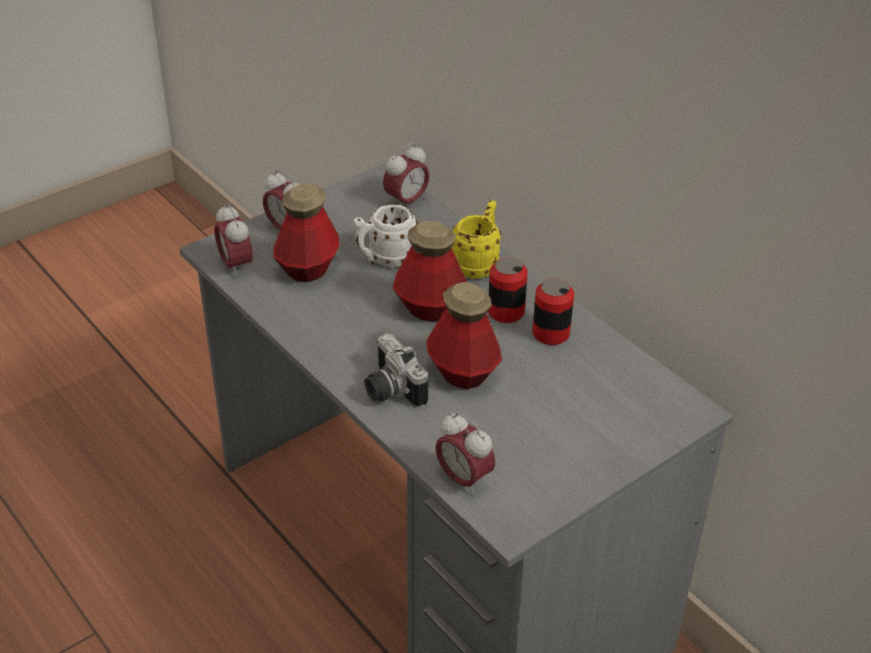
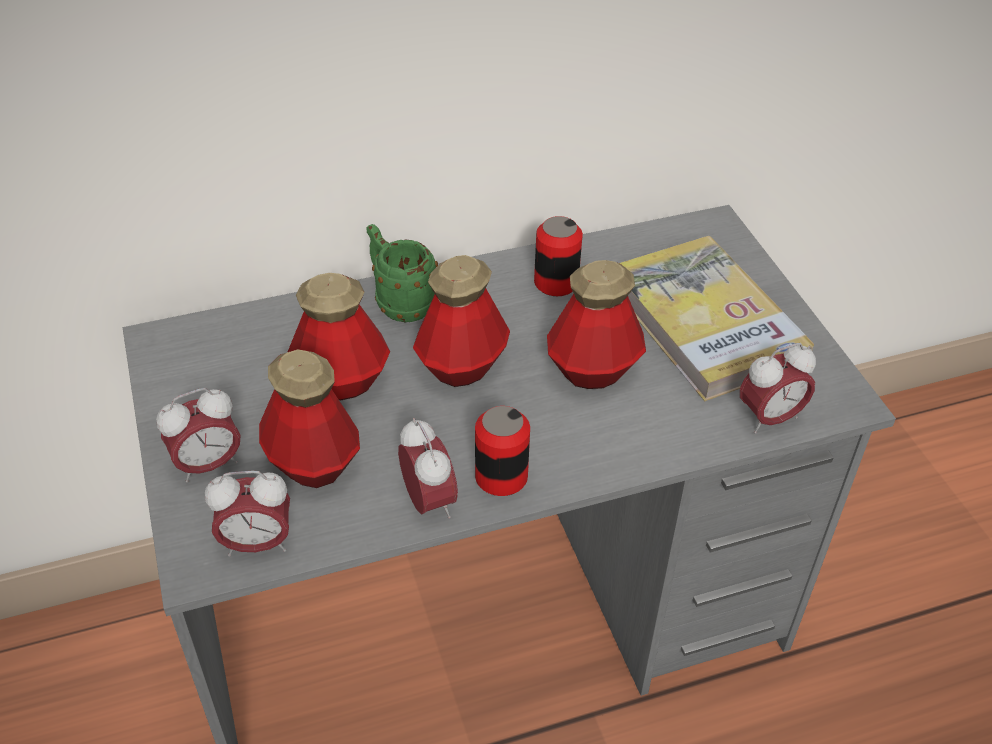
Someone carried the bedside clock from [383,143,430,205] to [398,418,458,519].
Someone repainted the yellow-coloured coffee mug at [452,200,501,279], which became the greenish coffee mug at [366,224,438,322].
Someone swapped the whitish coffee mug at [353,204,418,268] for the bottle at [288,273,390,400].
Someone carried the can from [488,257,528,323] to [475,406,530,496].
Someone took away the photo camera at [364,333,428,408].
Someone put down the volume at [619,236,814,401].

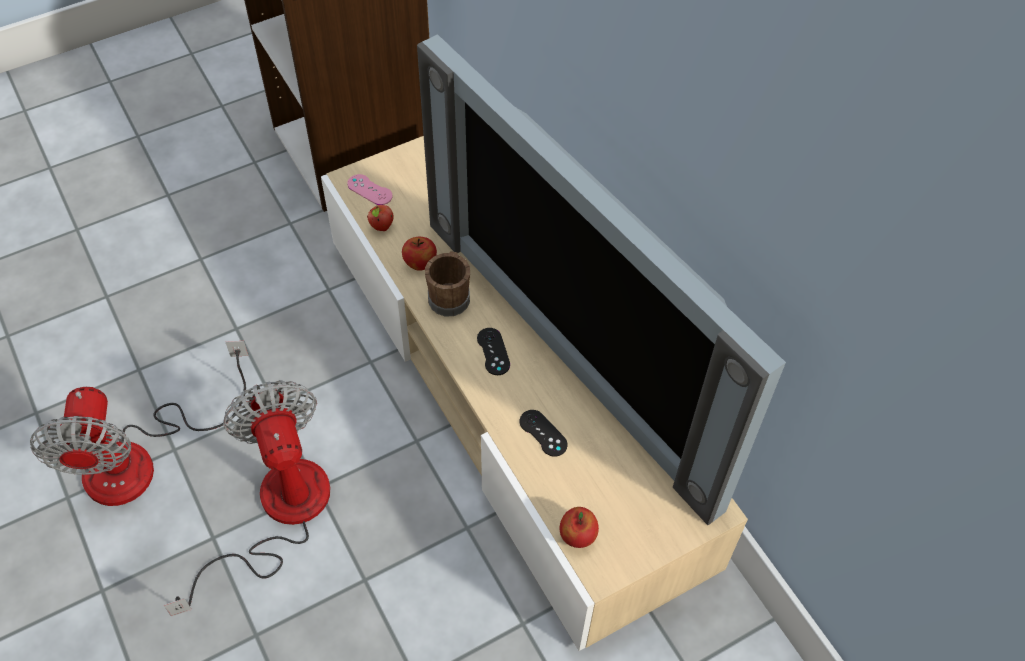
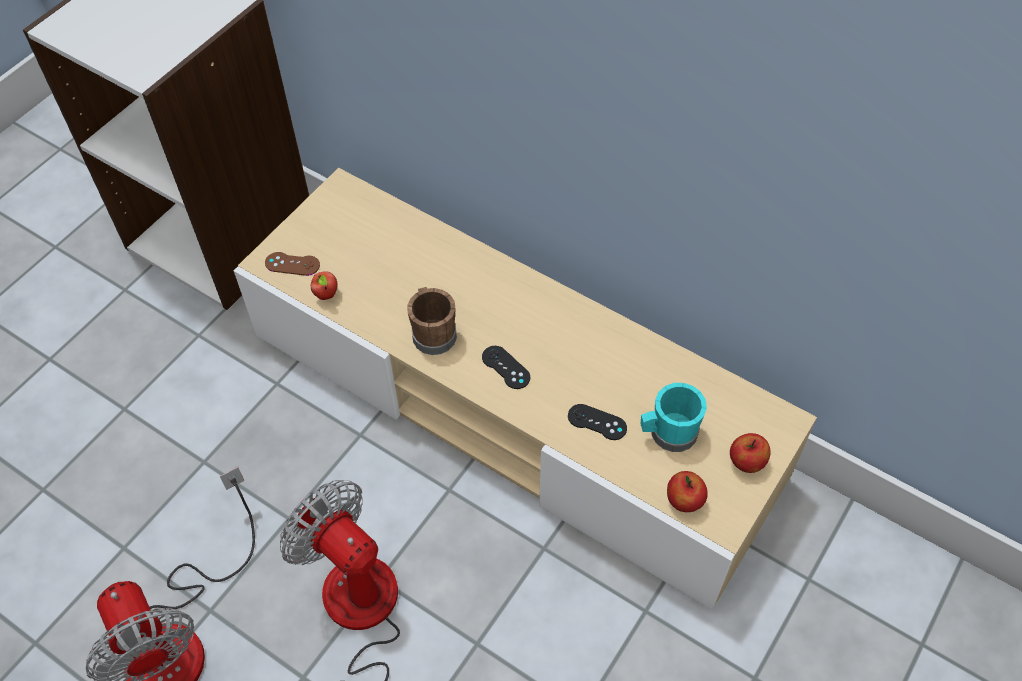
Someone took away the television at [417,34,786,525].
Someone repainted the pinkish game controller at [347,174,393,205], which became the brown game controller at [265,252,320,276].
Someone carried the apple from [402,237,437,271] to [730,433,771,473].
Someone put down the blue-green coffee mug at [641,383,707,452].

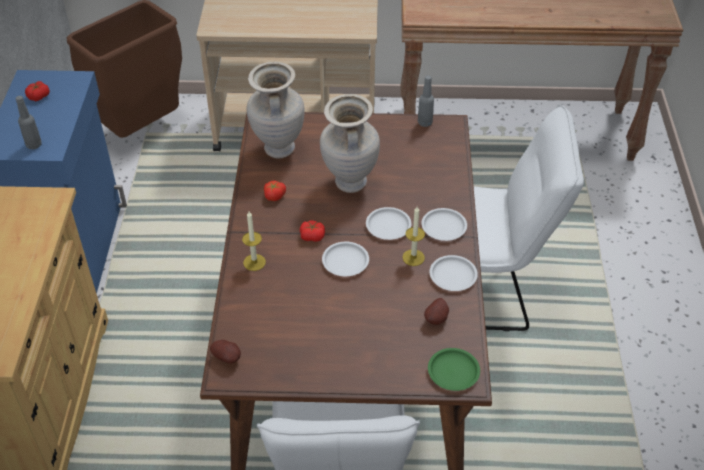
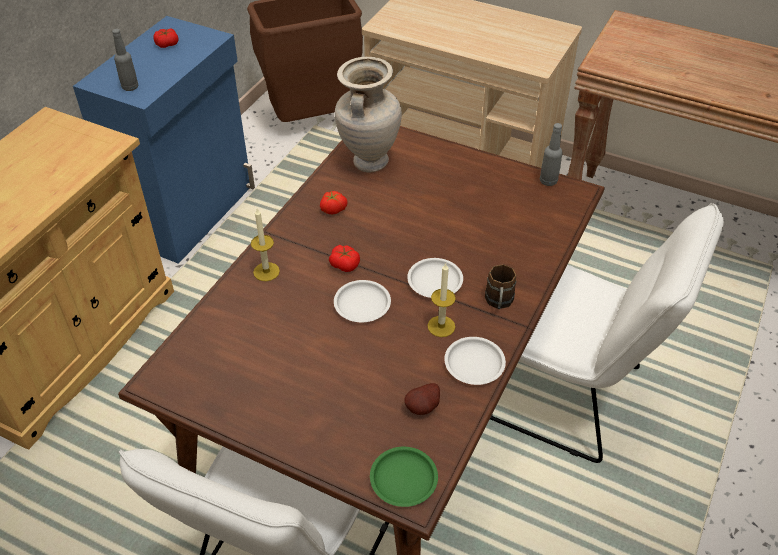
Someone took away the beige-coloured decorative vase at [320,94,380,193].
Someone swapped the whitish plate at [422,208,467,241] for the brown coffee mug at [485,264,516,309].
Someone took away the whole potato at [210,340,241,364].

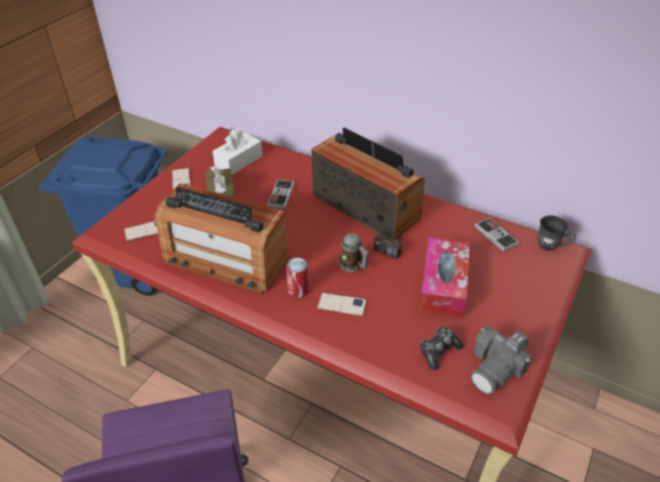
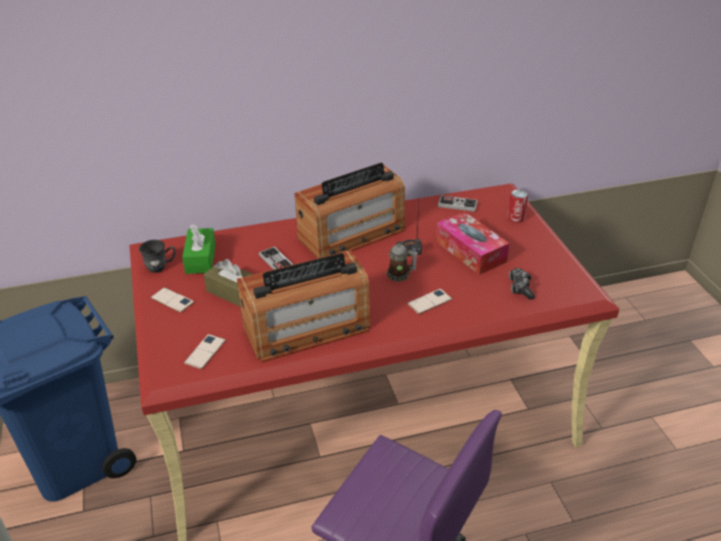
Someone repainted the whitish tissue holder at [212,128,263,175], which became the greenish tissue holder at [182,224,216,274].
Someone rotated the radio receiver at [311,128,425,240] by 150 degrees clockwise.
Someone carried the grey coffee mug from [538,215,576,251] to [139,240,176,273].
Someone carried the can from [286,257,309,298] to [507,189,528,223].
Someone took away the photo camera at [471,326,532,394].

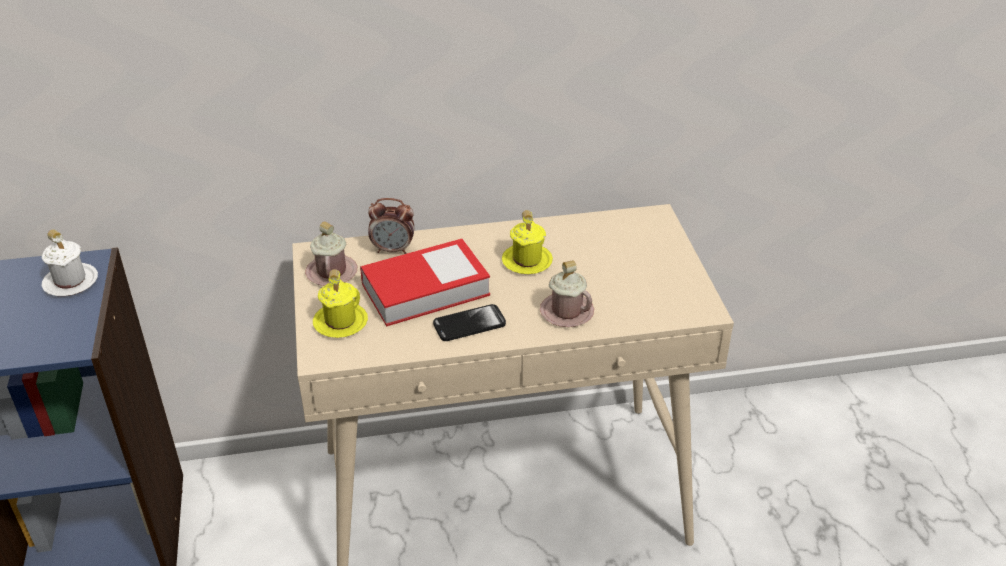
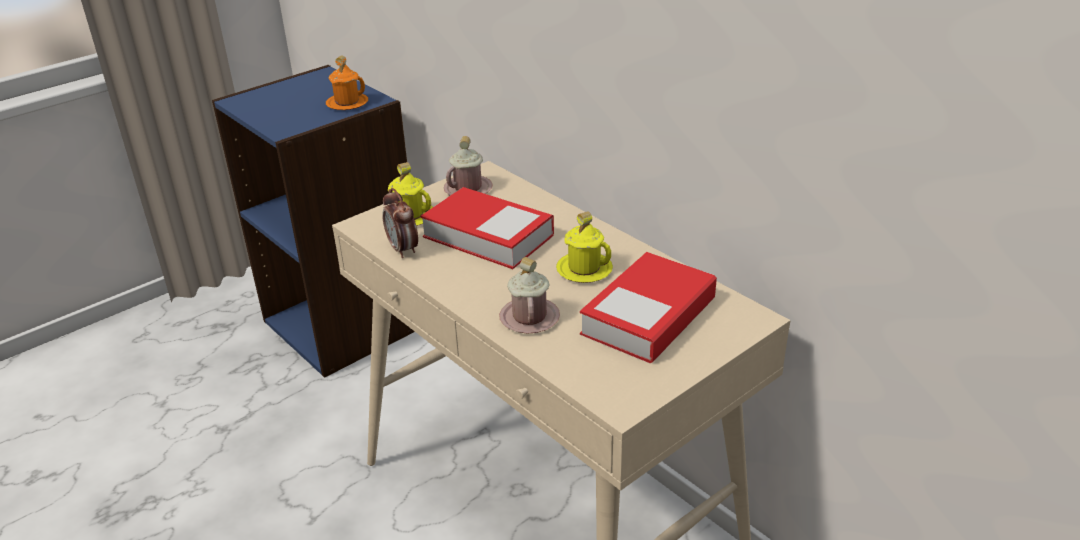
Someone carried the bedside clock from [368,198,414,254] to [382,188,418,258].
Someone repainted the whitish coffee mug at [41,229,98,296], which became the orange coffee mug at [326,55,368,110].
Someone took away the handset at [433,304,506,341].
Someone put down the volume at [580,252,717,363].

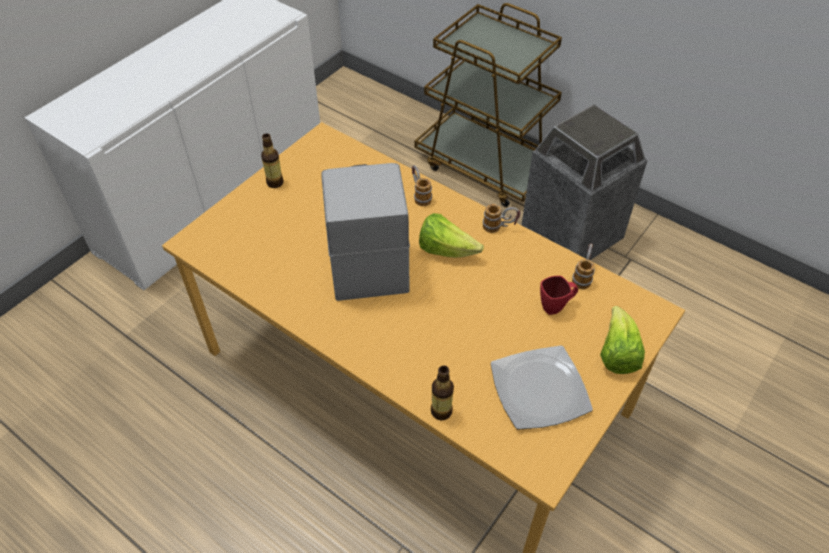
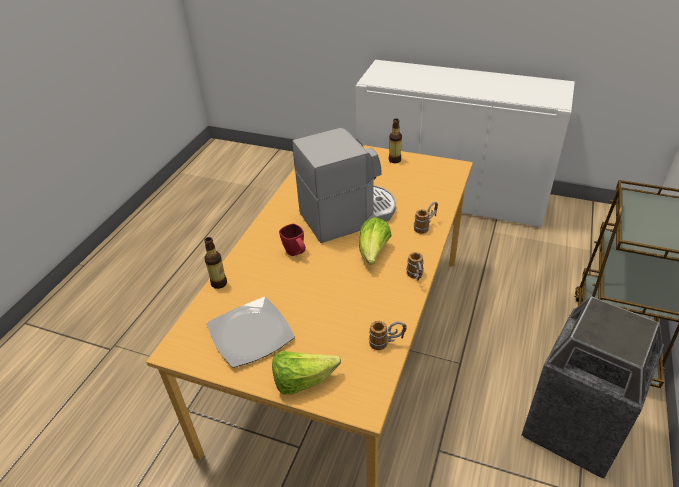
Someone carried the reddish coffee mug from [540,276,578,315] to [279,224,306,256].

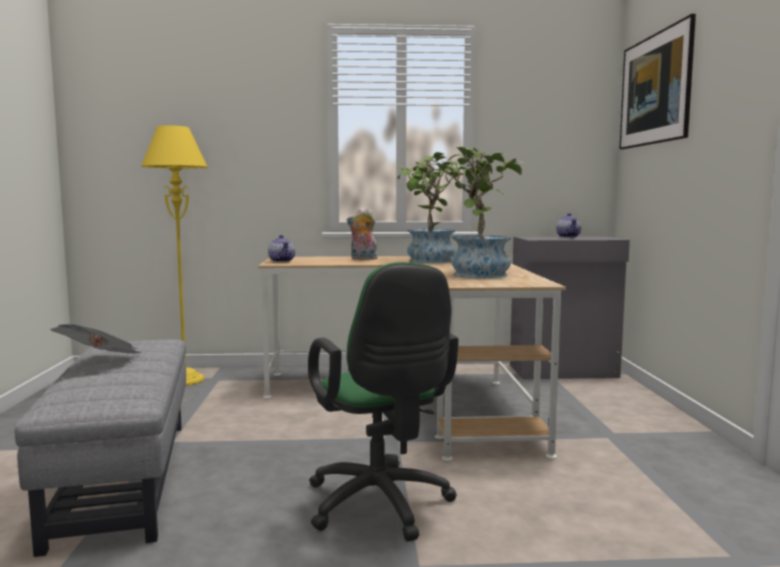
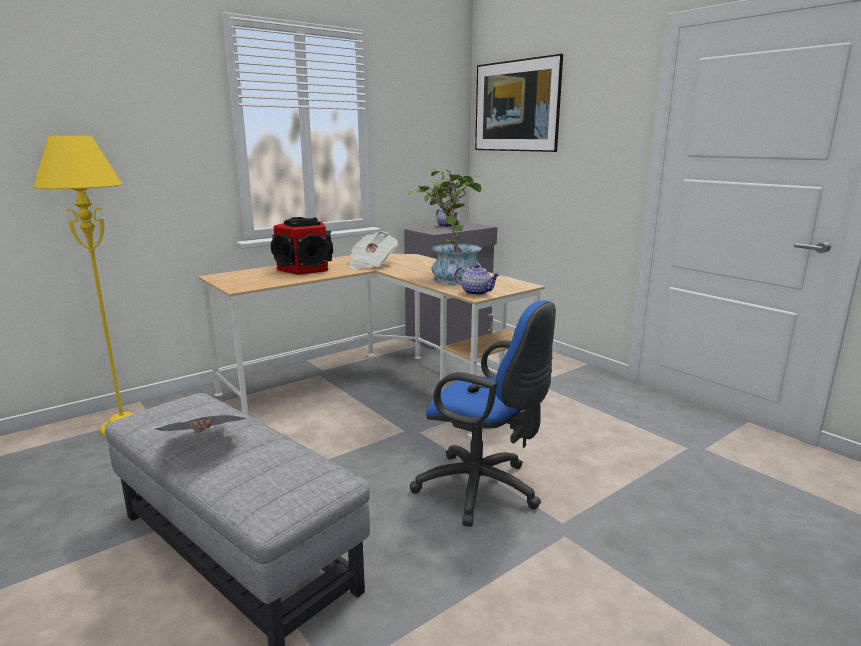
Someone swapped the houseplant at [397,152,466,263] for the newspaper at [349,231,398,269].
Someone swapped the plush toy at [347,208,379,260] for the audio speaker at [271,217,333,275].
Someone carried the pot for tea from [268,235,295,262] to [455,264,500,295].
Someone repainted the greenish desk chair at [308,262,459,542], which became the blue desk chair at [410,300,556,527].

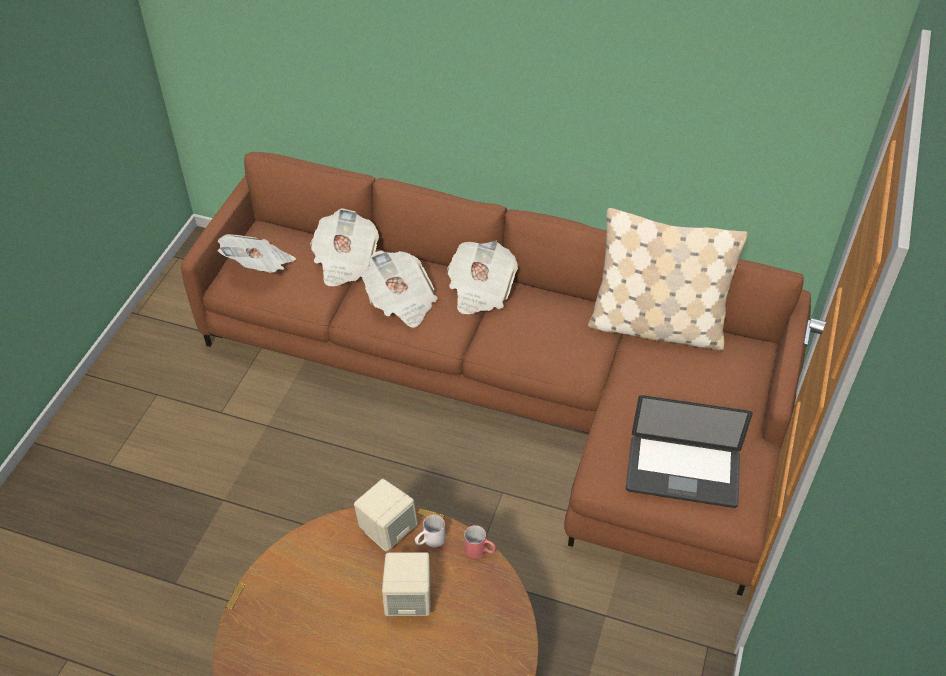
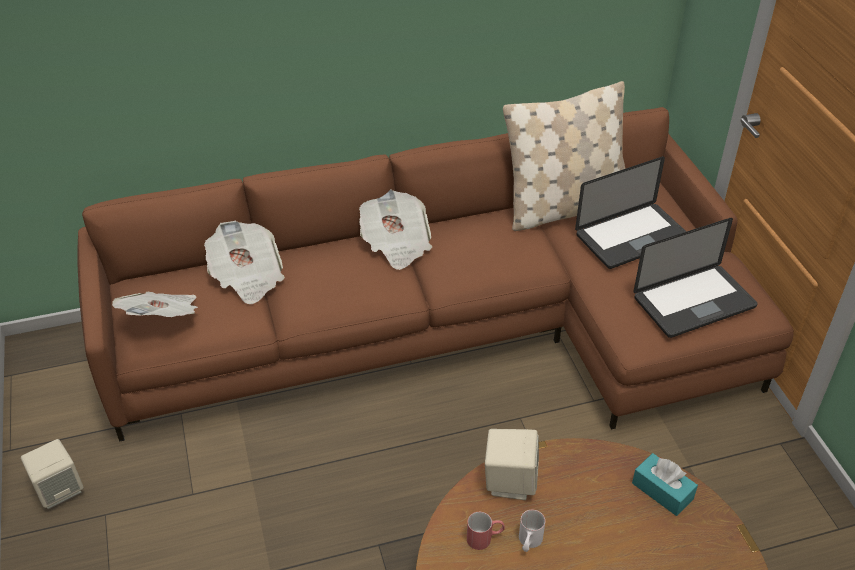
Someone took away the newspaper at [362,250,438,328].
Someone carried the whitish coffee mug from [415,515,445,547] to [519,510,545,552].
Someone carried the reddish coffee mug from [464,525,497,558] to [467,512,505,550].
Someone carried the beige-coloured audio speaker from [382,552,430,616] to [21,439,84,509].
Someone put down the laptop at [575,156,687,269].
Someone put down the blue-green tissue holder at [632,453,698,516].

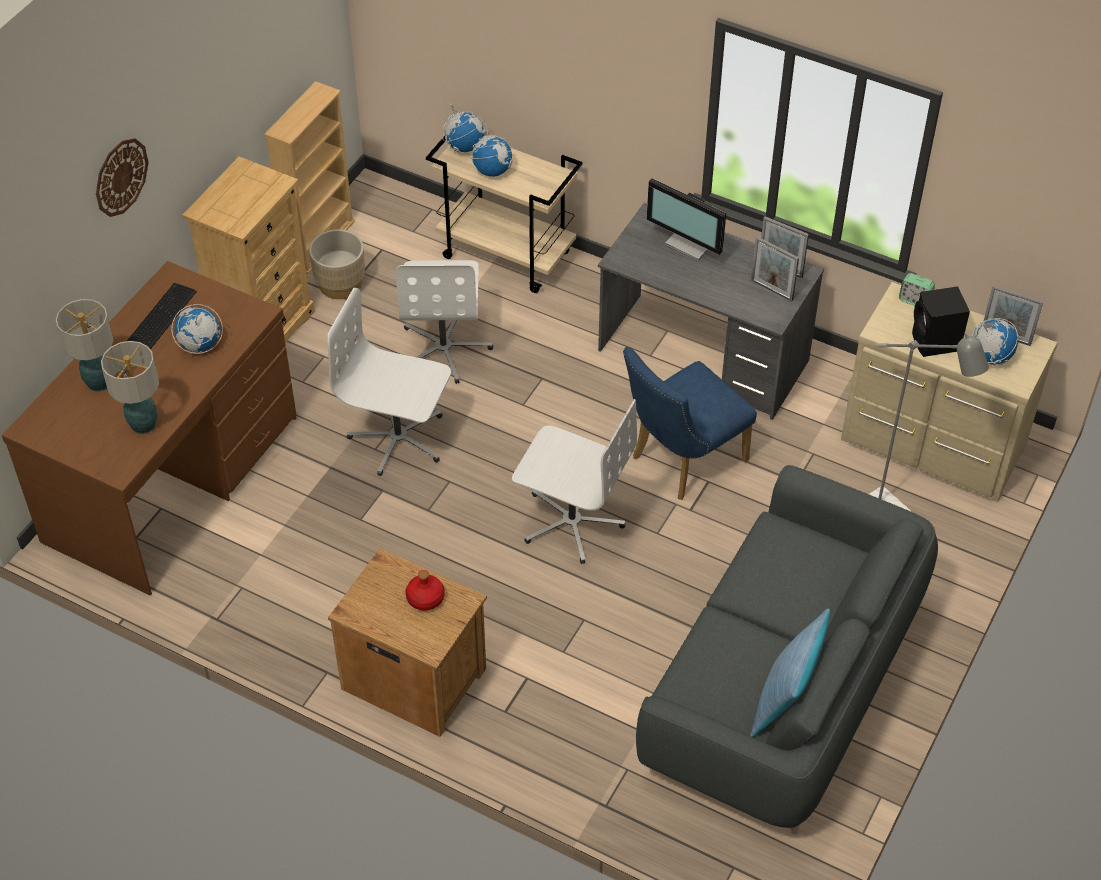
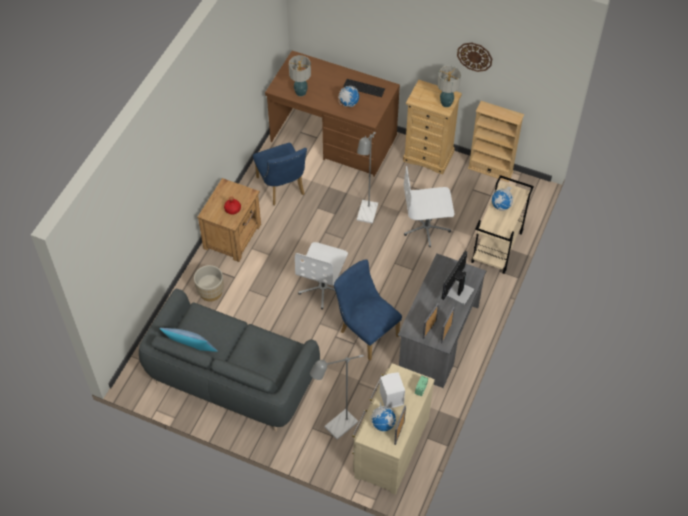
Someone took away the globe at [442,103,485,153].
Someone carried the clock on the wall from [96,138,149,217] to [457,43,492,72].
Someone carried the beige-coloured planter from [309,229,365,299] to [194,265,224,302].
Someone repainted the black-coloured audio speaker at [912,286,970,357], which became the whitish audio speaker at [380,372,405,408].
Someone swapped the whitish desk chair at [328,288,451,476] for the grey floor lamp at [357,132,378,224].
Someone carried the tabletop lamp from [56,299,114,392] to [437,66,461,107].
Someone put down the blue plain chair at [253,143,307,205].

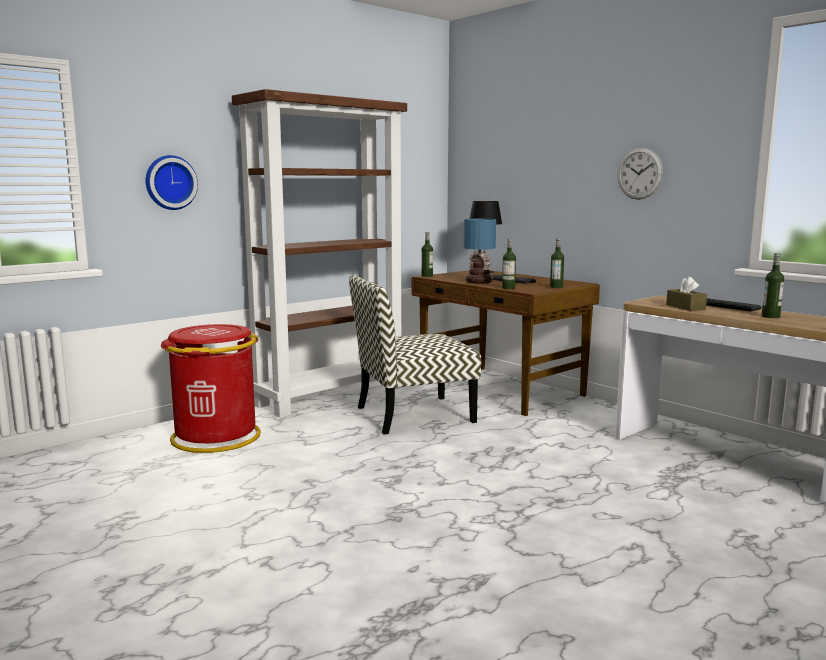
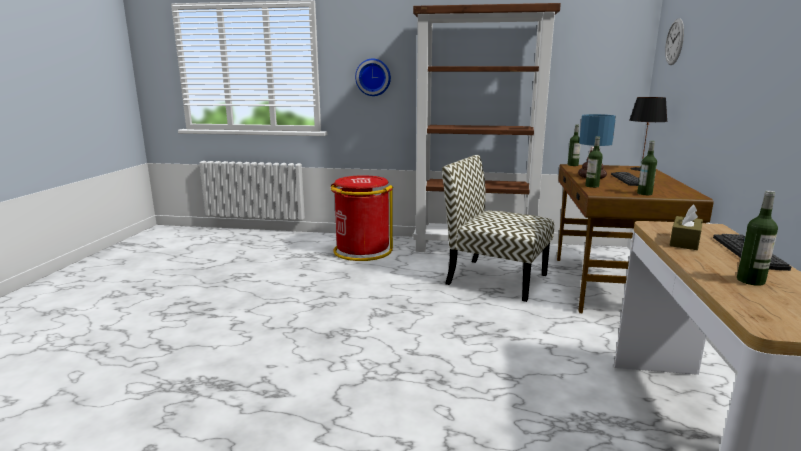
Someone carried the clock on the wall from [617,148,663,200] to [665,18,684,65].

